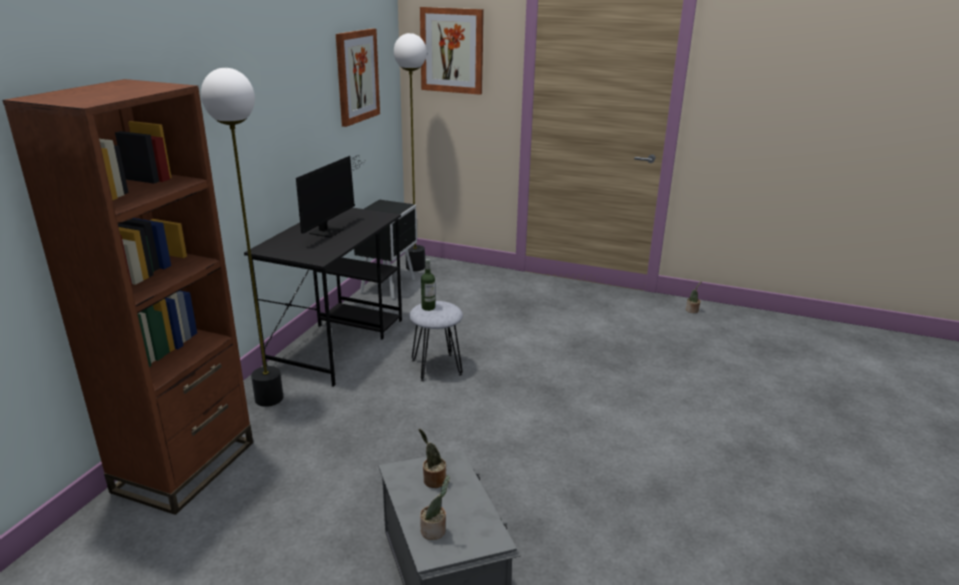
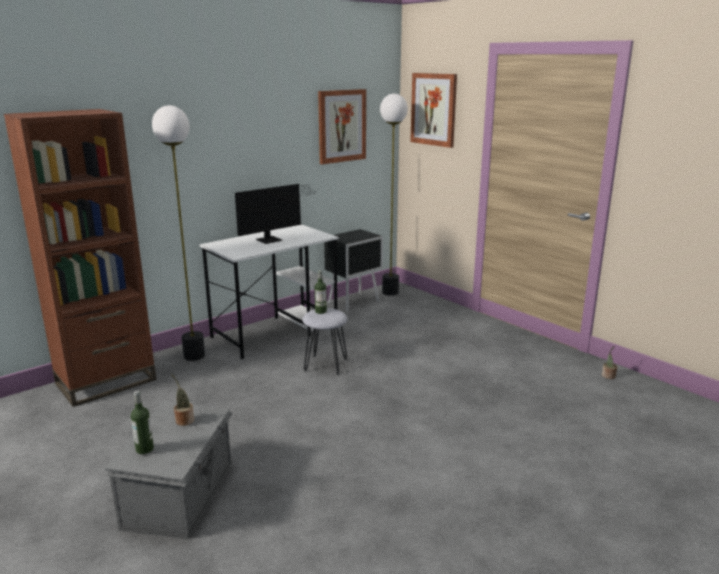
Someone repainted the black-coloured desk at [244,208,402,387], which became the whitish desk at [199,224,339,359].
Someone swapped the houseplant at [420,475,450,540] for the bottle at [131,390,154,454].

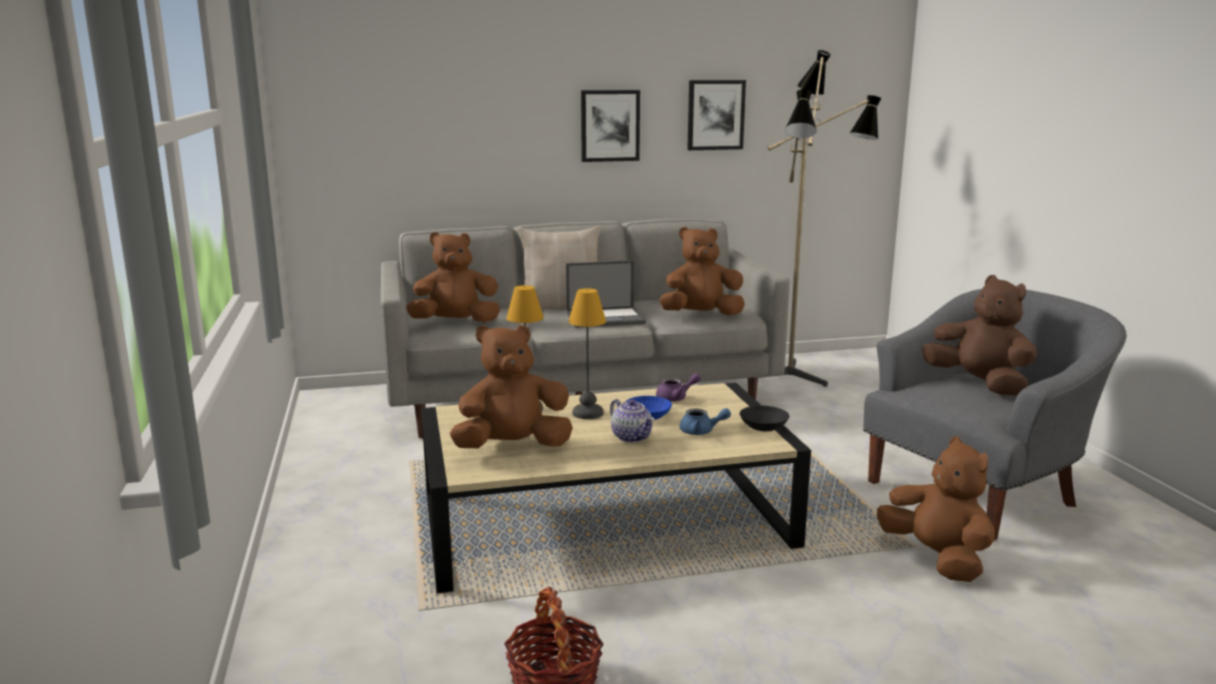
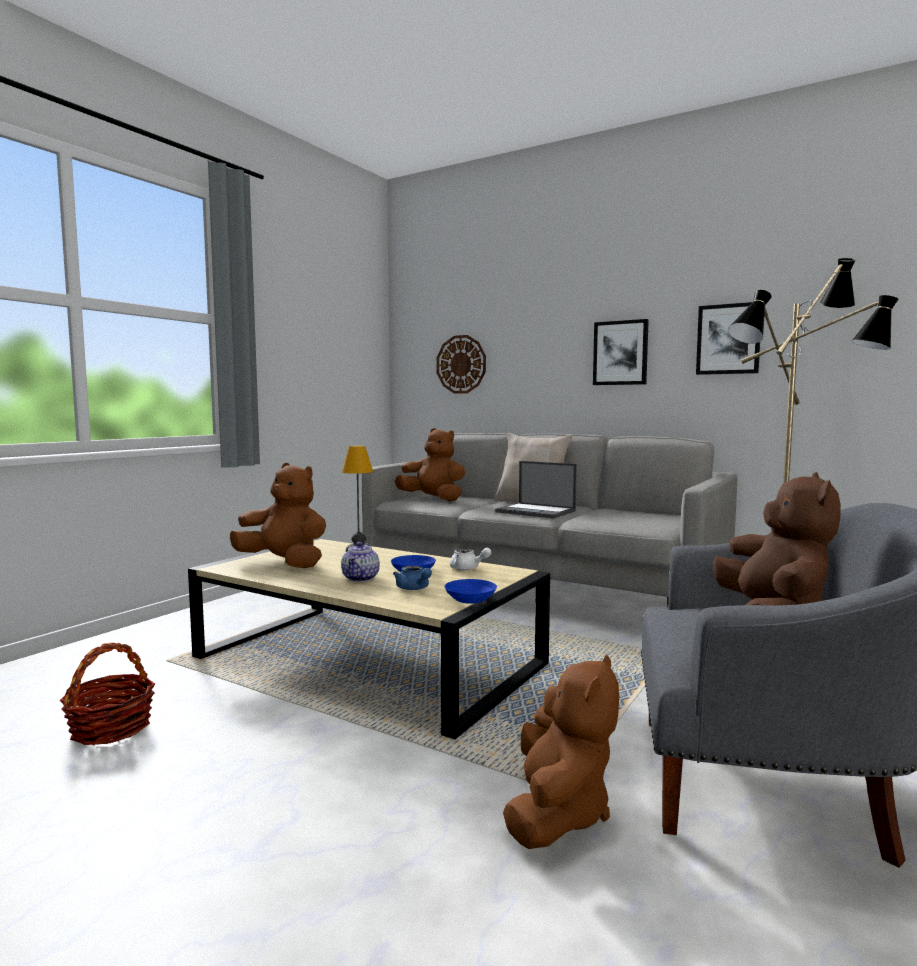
Someone took away the brown plush toy at [659,227,745,315].
Someone took away the tabletop lamp at [568,288,606,419].
Someone repainted the purplish pot for tea at [656,373,701,402], which became the whitish pot for tea at [449,548,491,570].
Someone repainted the black-coloured deep dish at [740,406,789,431], which became the blue deep dish at [444,579,497,604].
Someone put up the clock on the wall at [437,335,486,394].

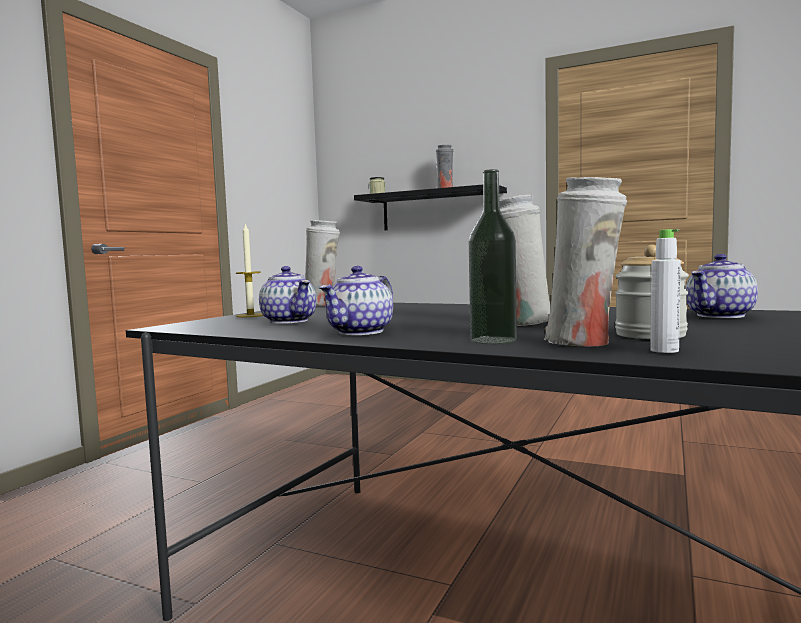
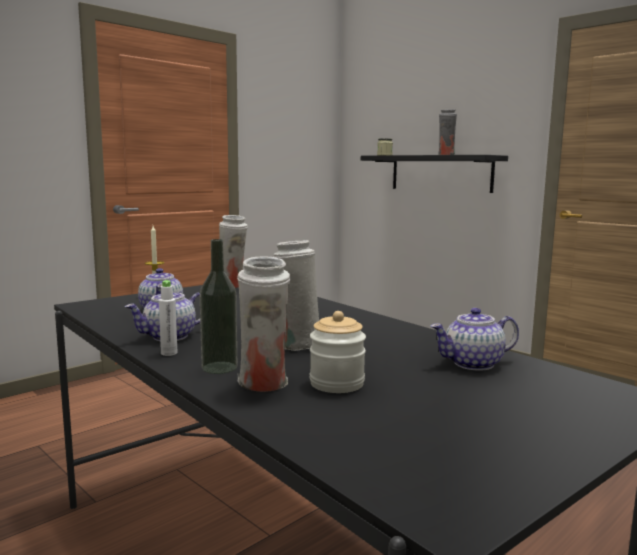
Someone carried the whitish bottle from [650,229,681,353] to [159,280,177,356].

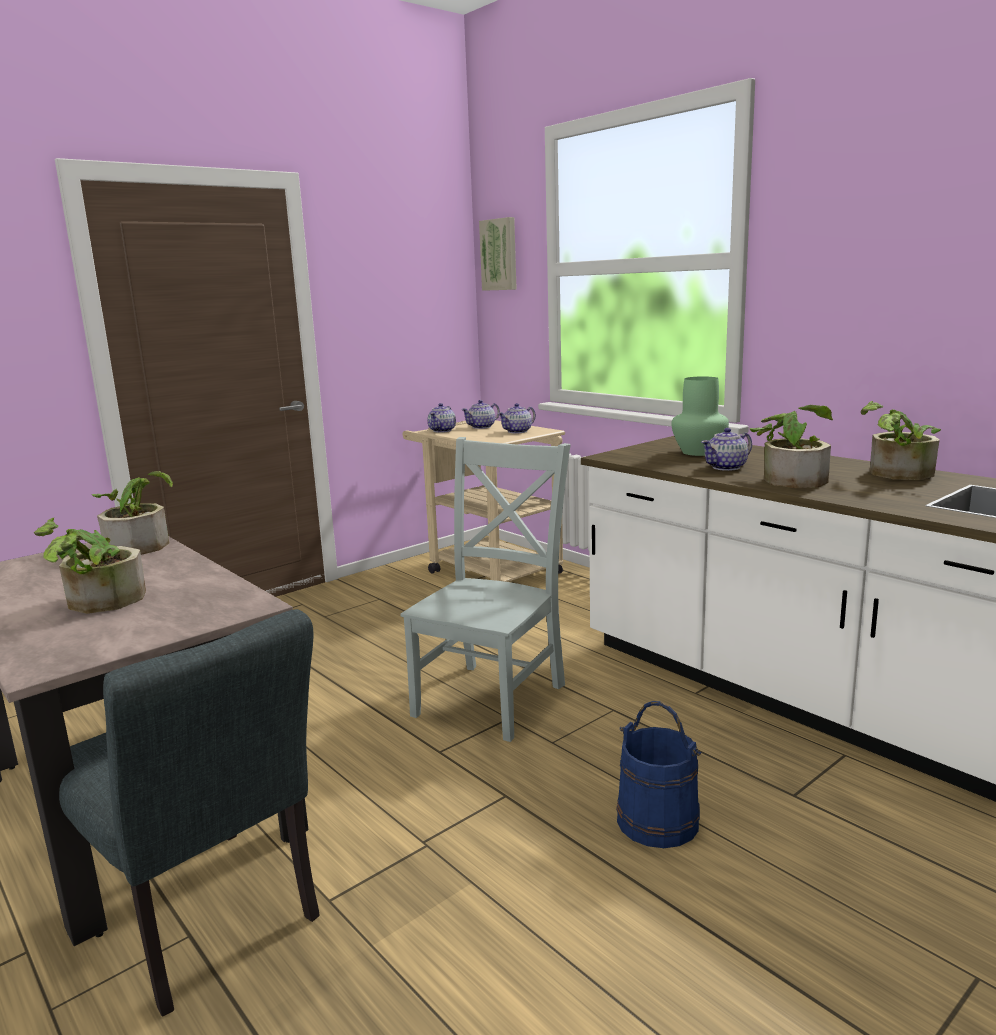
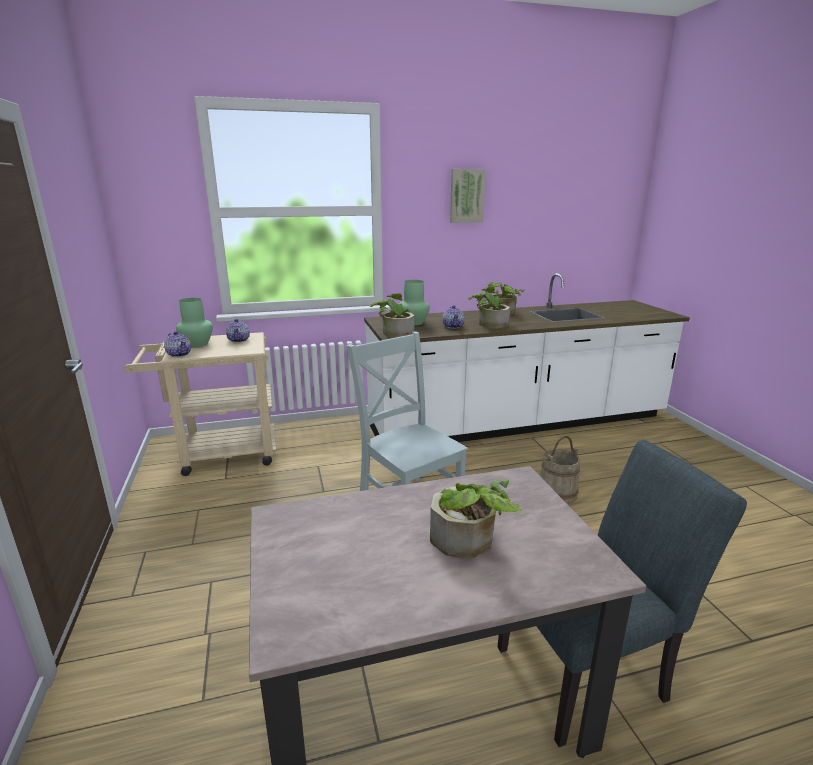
Someone carried the picture from [479,217,517,291] to [450,169,486,223].
Someone swapped the pot for tea at [461,400,500,429] for the greenish decorative vase at [176,298,213,348].
Someone carried the houseplant from [92,471,173,555] to [370,293,415,338].
Someone repainted the blue pail at [616,701,701,848], which became the beige-coloured pail at [540,436,580,504].

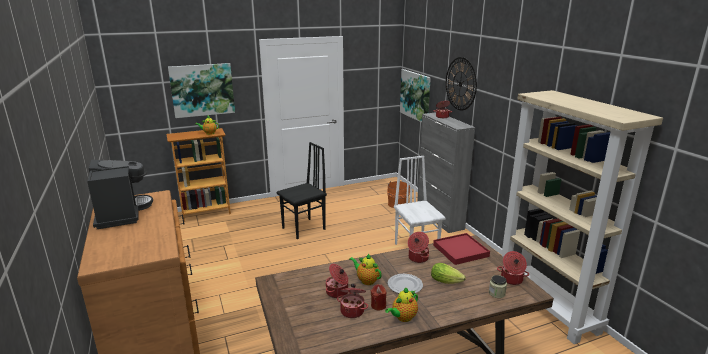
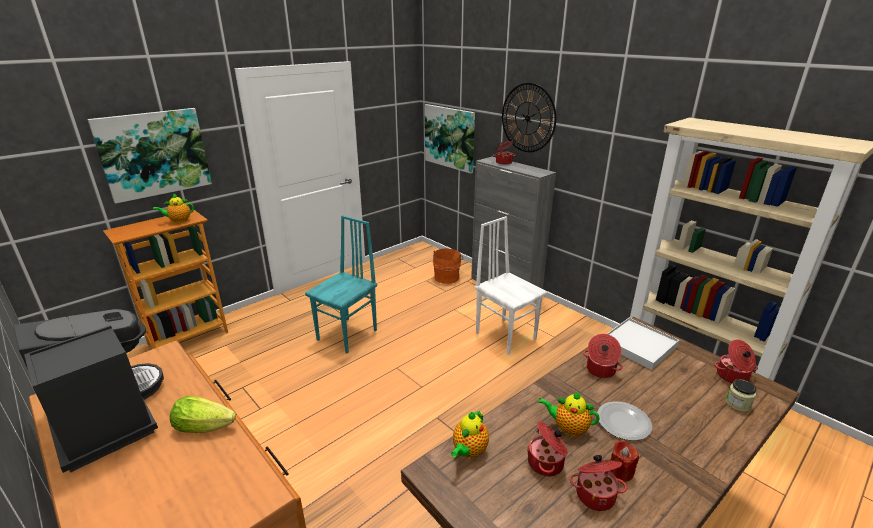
Someone repainted the black-coloured plain chair at [276,142,327,239], which became the blue-green plain chair at [305,215,377,353].
Someone repainted the reddish tray at [433,233,490,265], which became the whitish tray at [607,318,679,370].
Someone carried the lettuce head from [431,263,466,284] to [170,396,236,433].
Someone carried the pot for tea from [385,287,418,322] to [451,410,489,458].

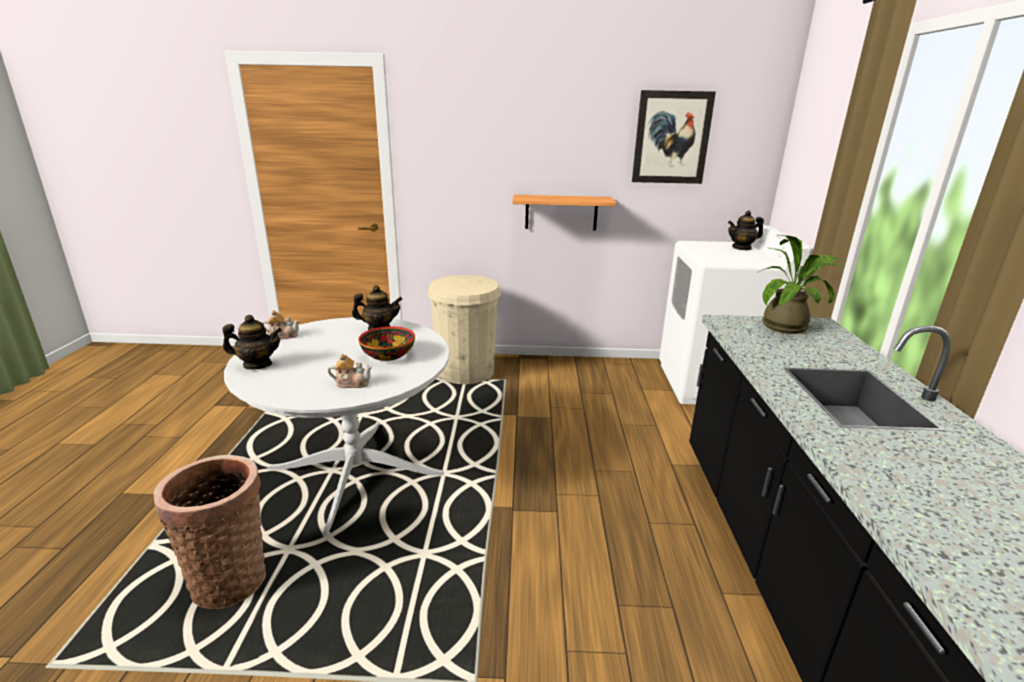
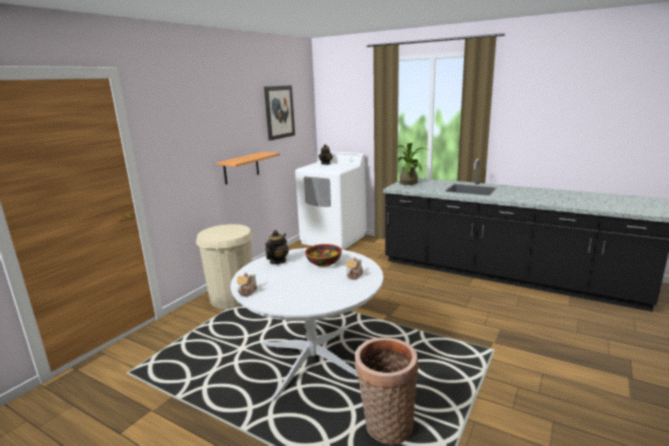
Someone took away the pot for tea at [223,315,282,370].

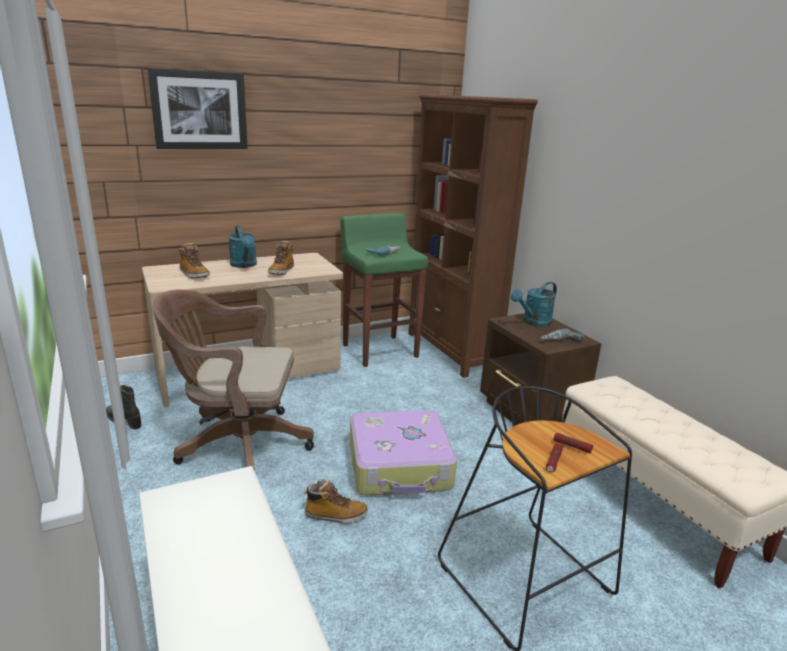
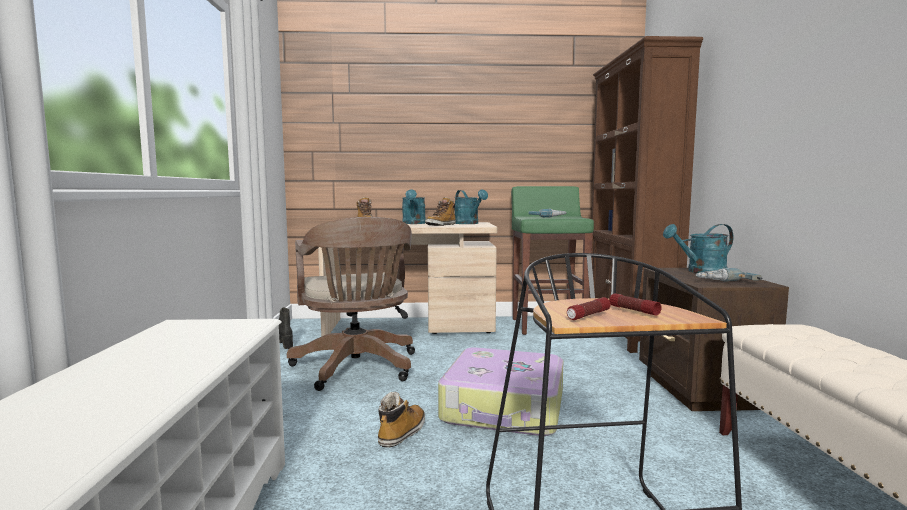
Someone took away the picture at [147,68,248,149].
Someone rotated the brown desk chair at [152,289,314,471] by 135 degrees counterclockwise.
Someone rotated the tall boot at [304,479,368,524] by 90 degrees counterclockwise.
Someone put down the blue-green watering pot at [455,189,488,224].

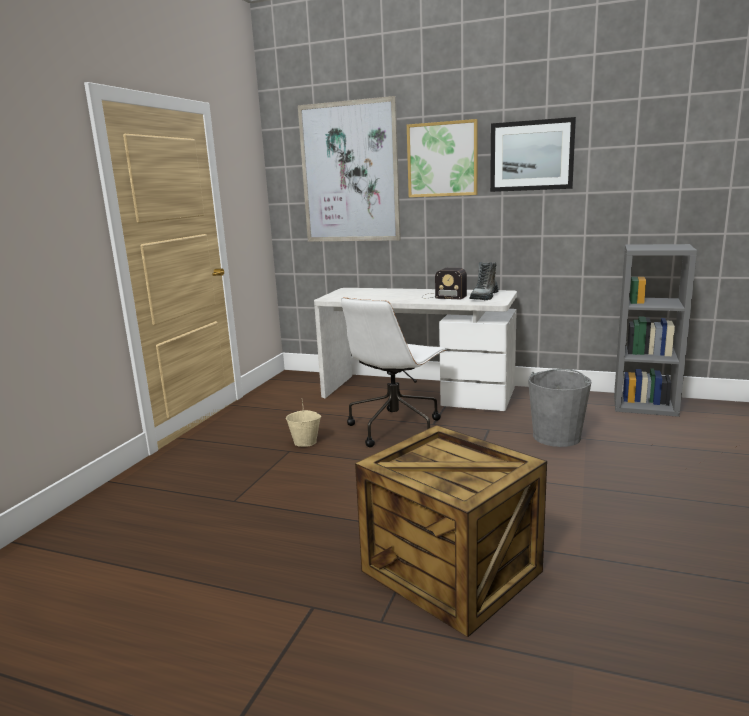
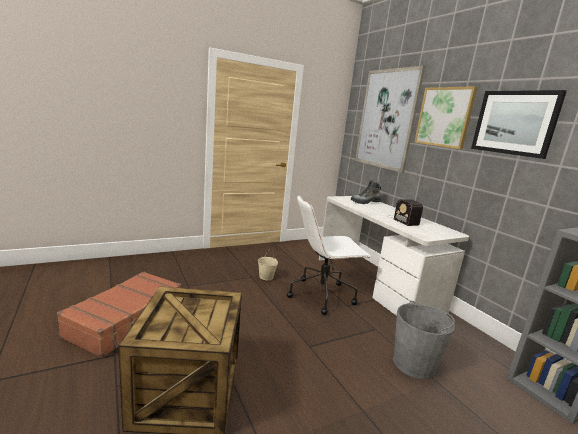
Someone carried the tall boot from [469,262,499,300] to [351,180,382,204].
Someone put down the brown piece of luggage at [57,271,181,358].

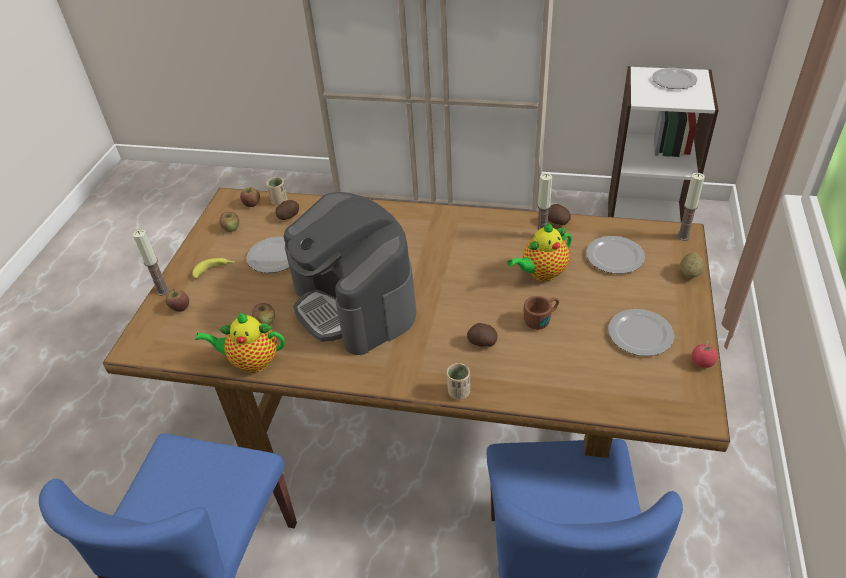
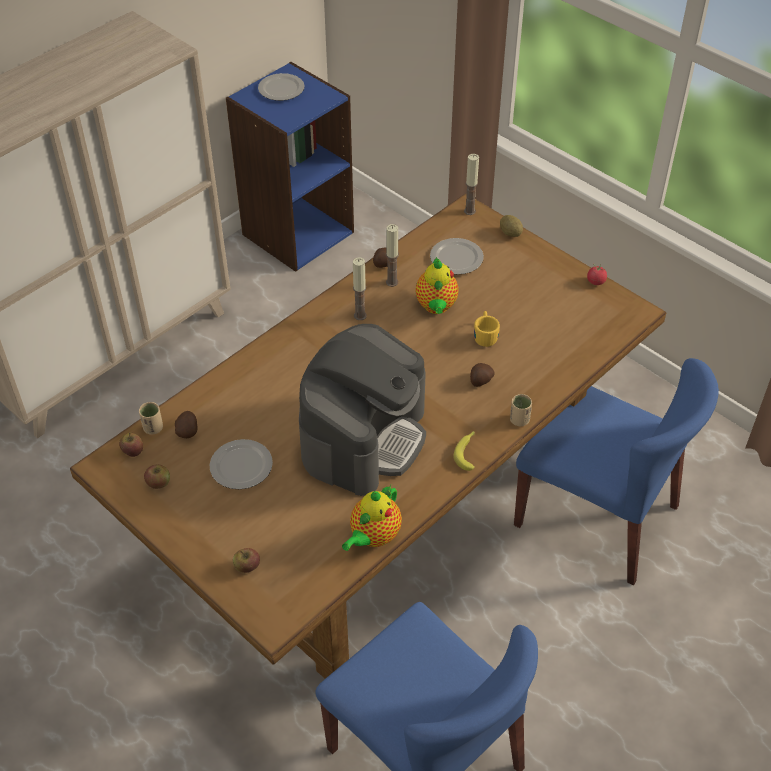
Someone repainted the whitish bookshelf at [608,66,719,222], which became the blue bookshelf at [226,62,354,272].
Someone rotated the coffee brewer at [284,192,417,355] by 60 degrees counterclockwise.
Someone carried the wax light from [133,229,170,296] to [353,257,367,320].
Someone carried the banana from [192,258,235,279] to [453,431,475,471].
Someone repainted the brown coffee mug at [524,296,559,330], which became the yellow-coloured coffee mug at [474,311,500,347].
Someone took away the apple at [252,303,275,325].
Someone took away the plate at [608,309,674,356].

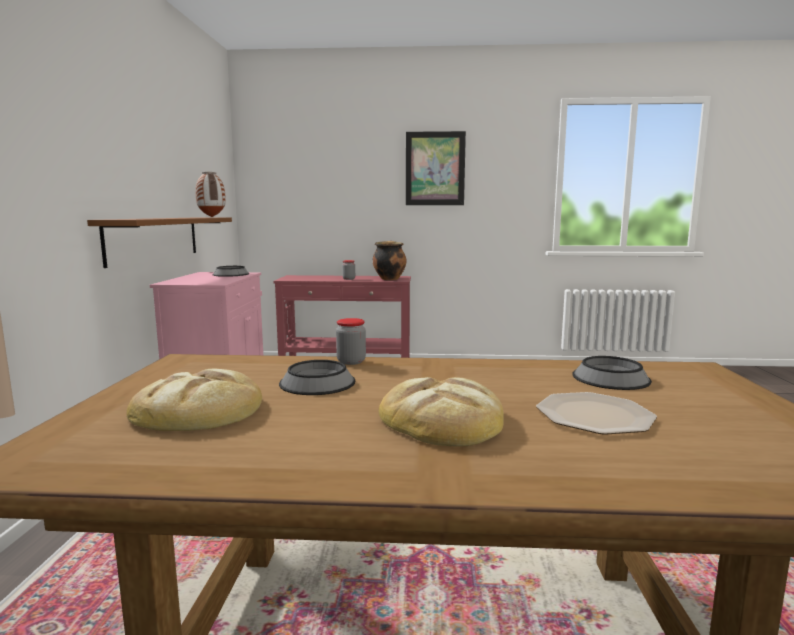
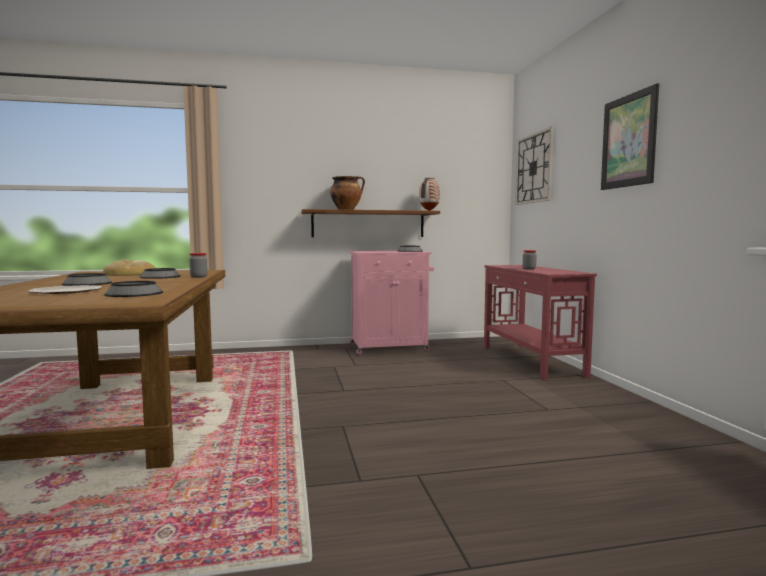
Someone carried the saucepot from [373,241,406,280] to [331,176,365,210].
Someone swapped the baked bread at [379,377,504,446] for the deep dish at [62,273,112,286].
Someone put up the clock on the wall at [515,127,554,205].

